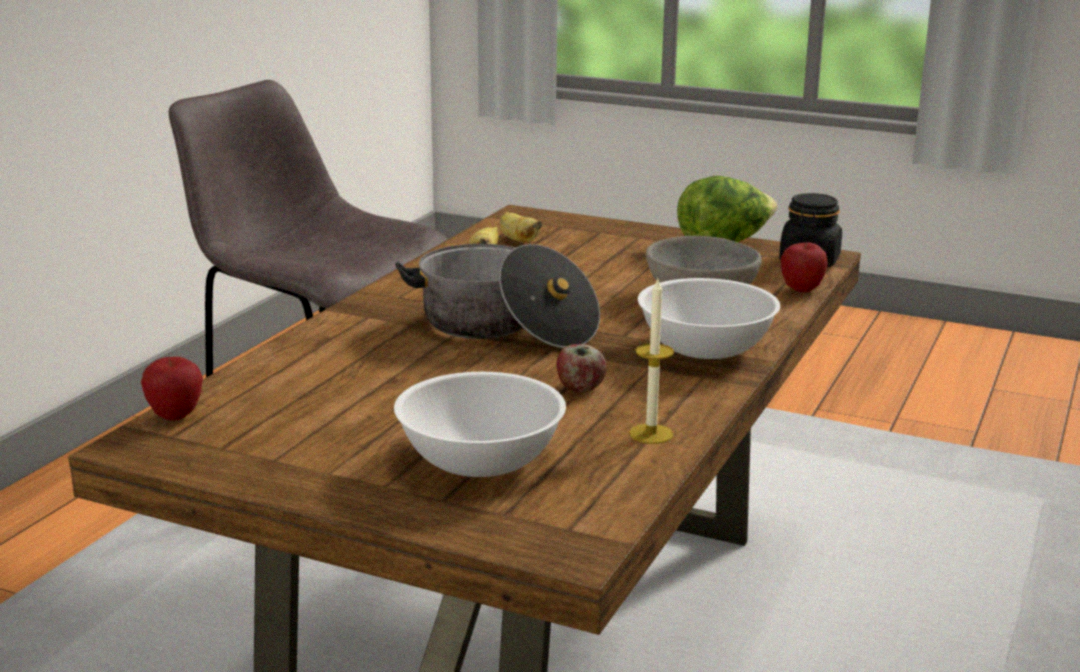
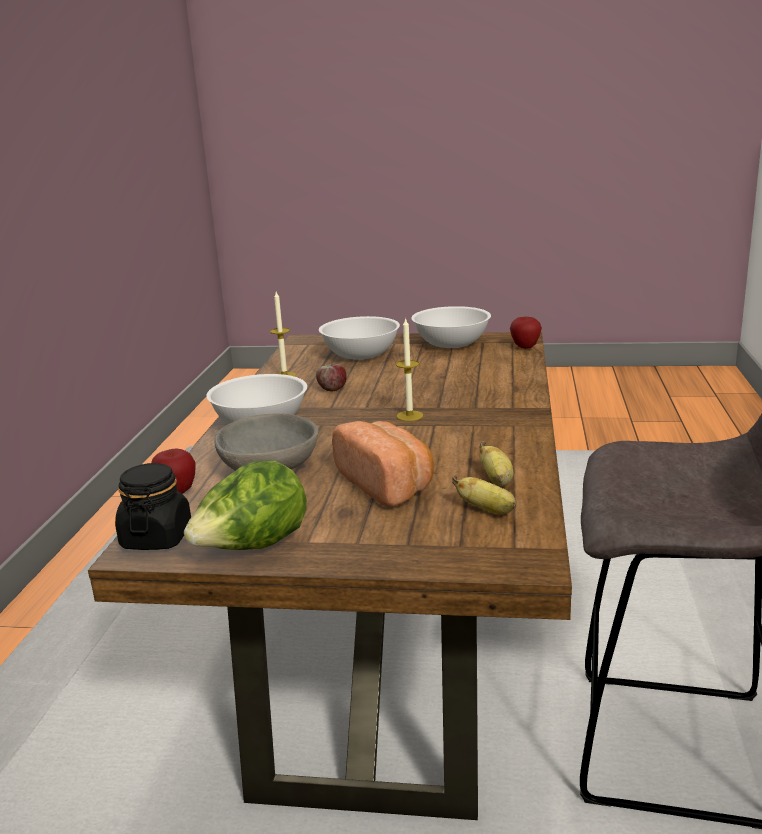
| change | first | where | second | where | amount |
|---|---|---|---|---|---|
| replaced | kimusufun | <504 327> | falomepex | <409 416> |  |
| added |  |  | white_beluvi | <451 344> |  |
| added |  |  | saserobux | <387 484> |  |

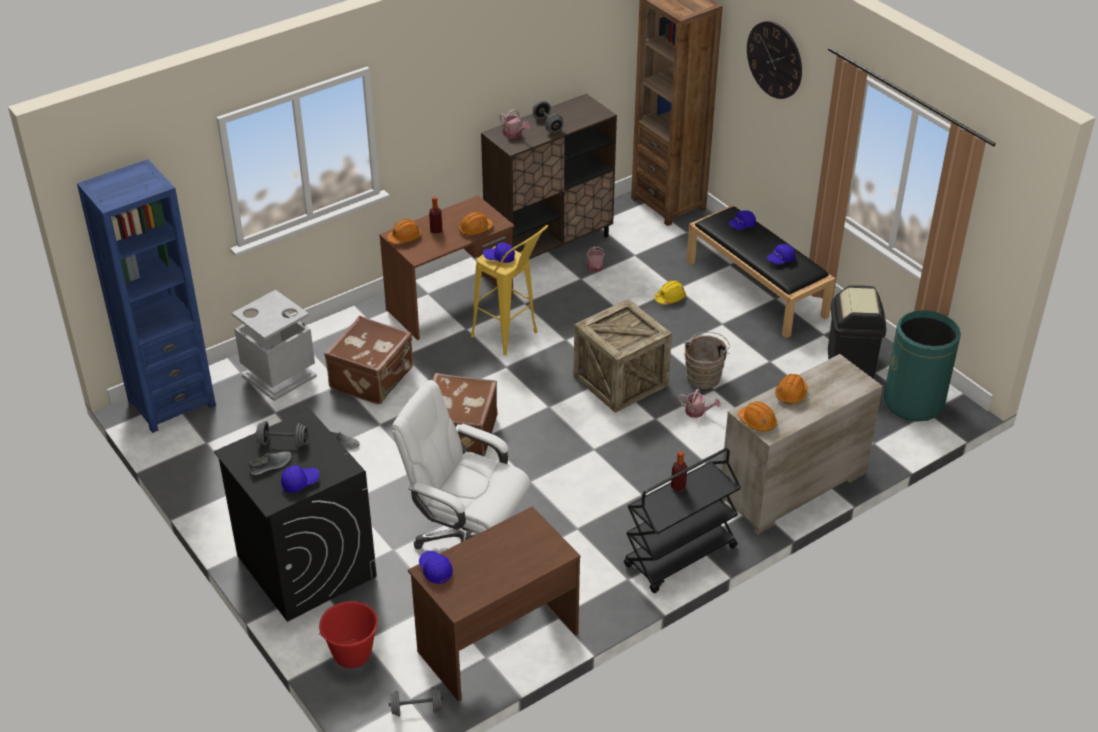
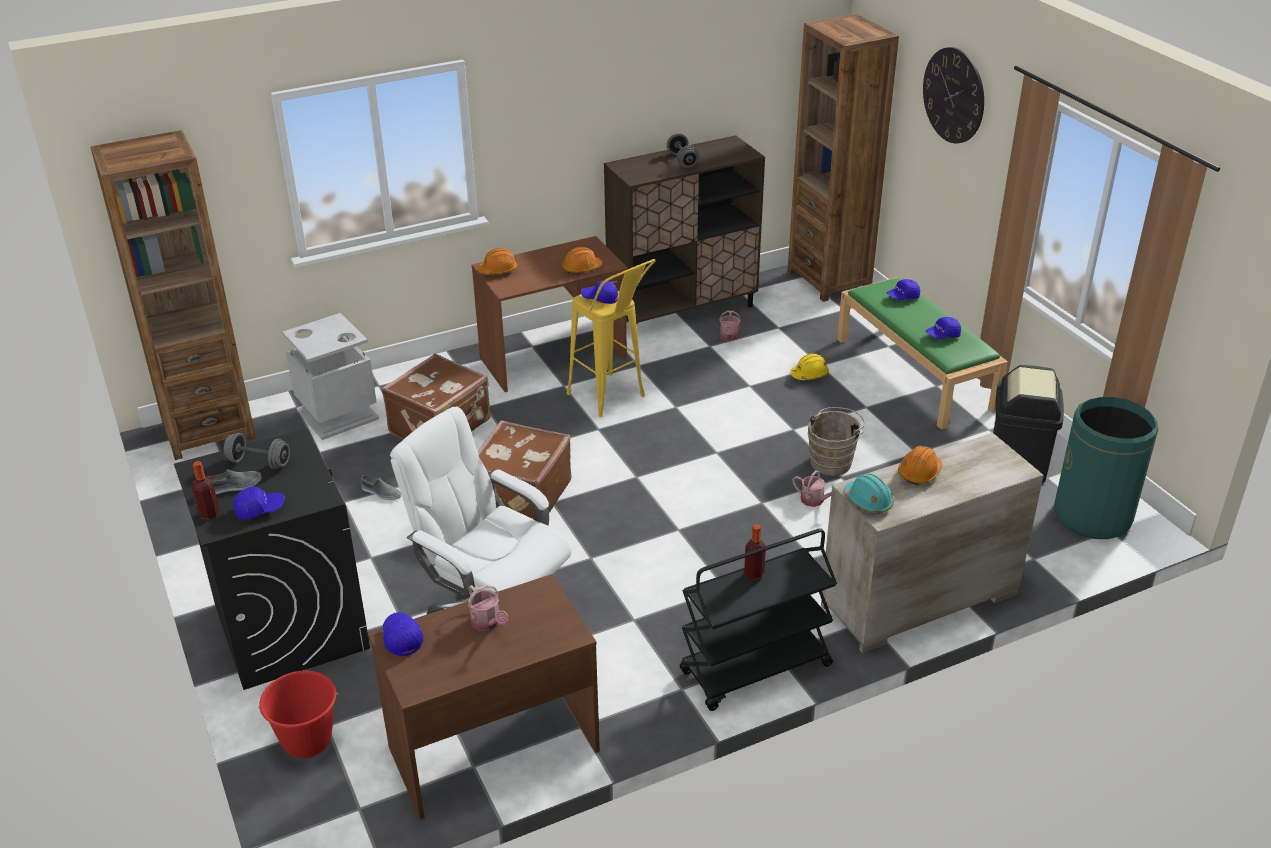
| change | first | where | second | where | amount |
|---|---|---|---|---|---|
| moved | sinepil | <514 134> |  | <488 623> |  |
| recoloured | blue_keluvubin | <171 403> | brown_keluvubin | <209 431> |  |
| moved | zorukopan | <436 231> |  | <209 514> |  |
| recoloured | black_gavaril | <757 289> | green_gavaril | <916 374> |  |
| removed | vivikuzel | <620 381> |  |  |  |
| recoloured | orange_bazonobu | <757 422> | turquoise_bazonobu | <868 501> |  |
| removed | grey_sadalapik | <416 709> |  |  |  |

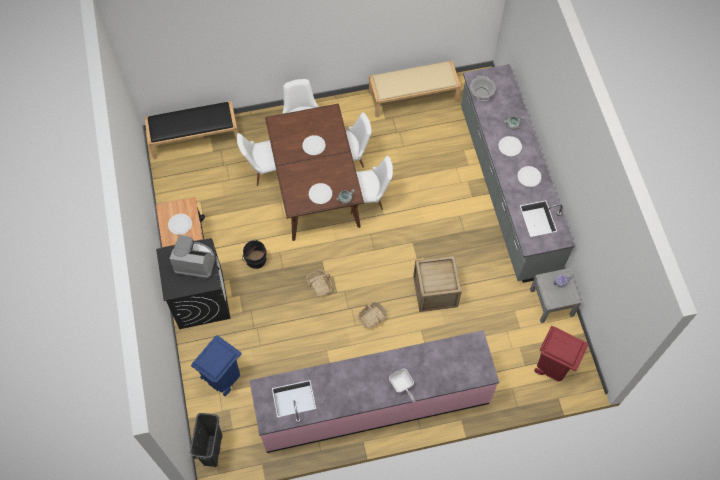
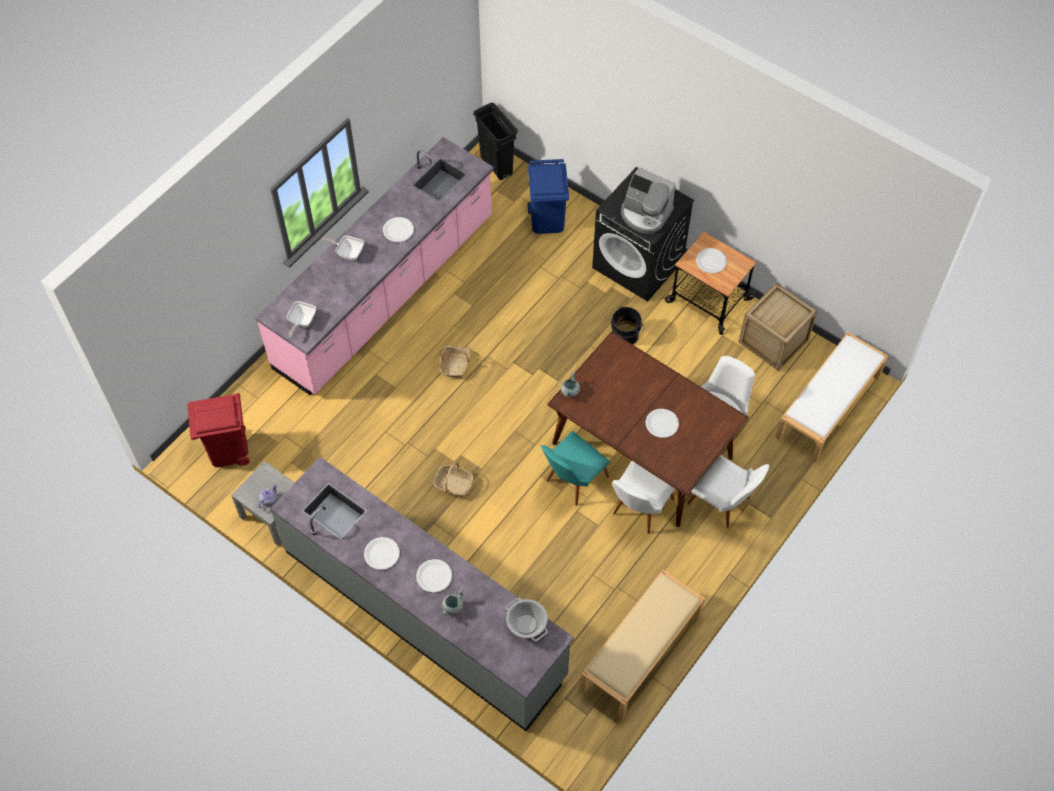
| change | first | where | second | where | amount |
|---|---|---|---|---|---|
| recoloured | black_gavaril | <195 137> | white_gavaril | <828 407> |  |
| recoloured | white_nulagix | <369 199> | turquoise_nulagix | <572 481> |  |
| moved | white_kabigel | <320 194> |  | <398 230> |  |
| turned | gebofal | <195 262> |  | <645 214> | 60 degrees clockwise |
| moved | vivikuzel | <435 291> |  | <773 341> |  |
| moved | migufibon | <319 285> |  | <453 484> |  |
| added |  |  | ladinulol | <301 322> |  |

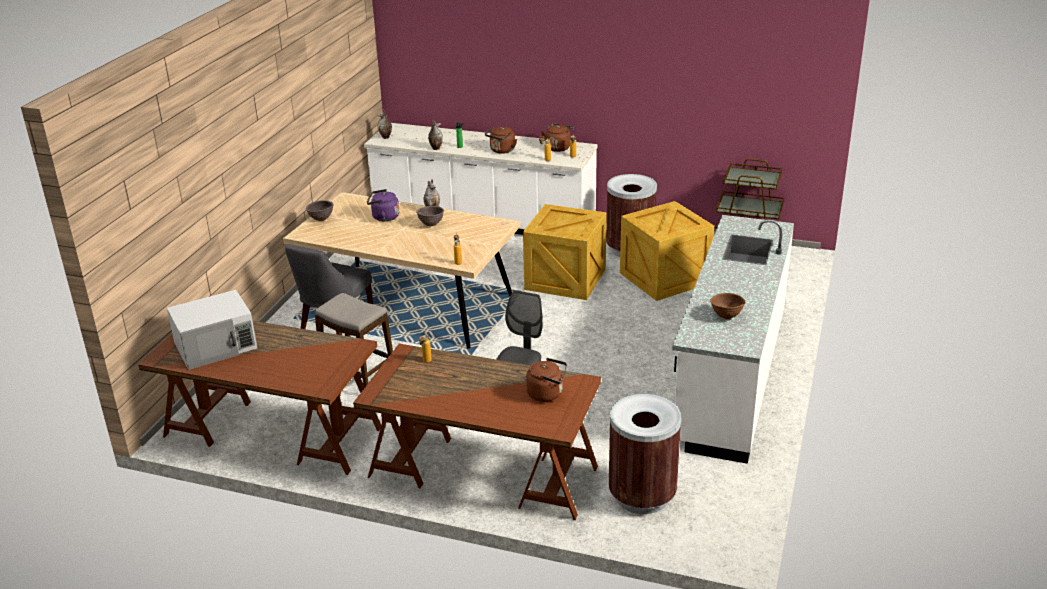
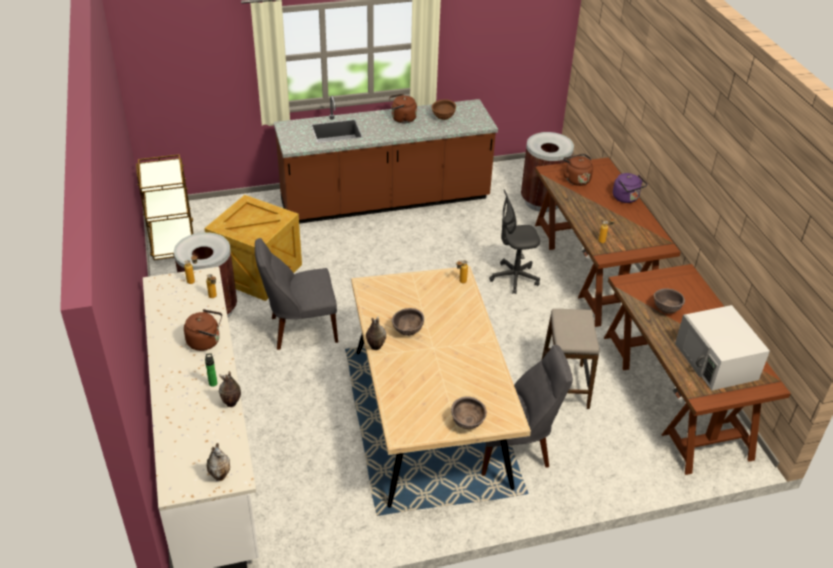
| change | first | where | second | where | amount |
|---|---|---|---|---|---|
| moved | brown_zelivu | <558 147> |  | <402 119> |  |
| moved | purple_zelivu | <383 217> |  | <626 198> |  |
| replaced | vivikuzel | <566 279> | grey_nulagix | <300 329> |  |
| recoloured | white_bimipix | <730 377> | brown_bimipix | <385 202> |  |
| turned | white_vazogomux | <216 345> |  | <716 361> | 135 degrees counterclockwise |
| added |  |  | brown_beluvi | <666 310> |  |

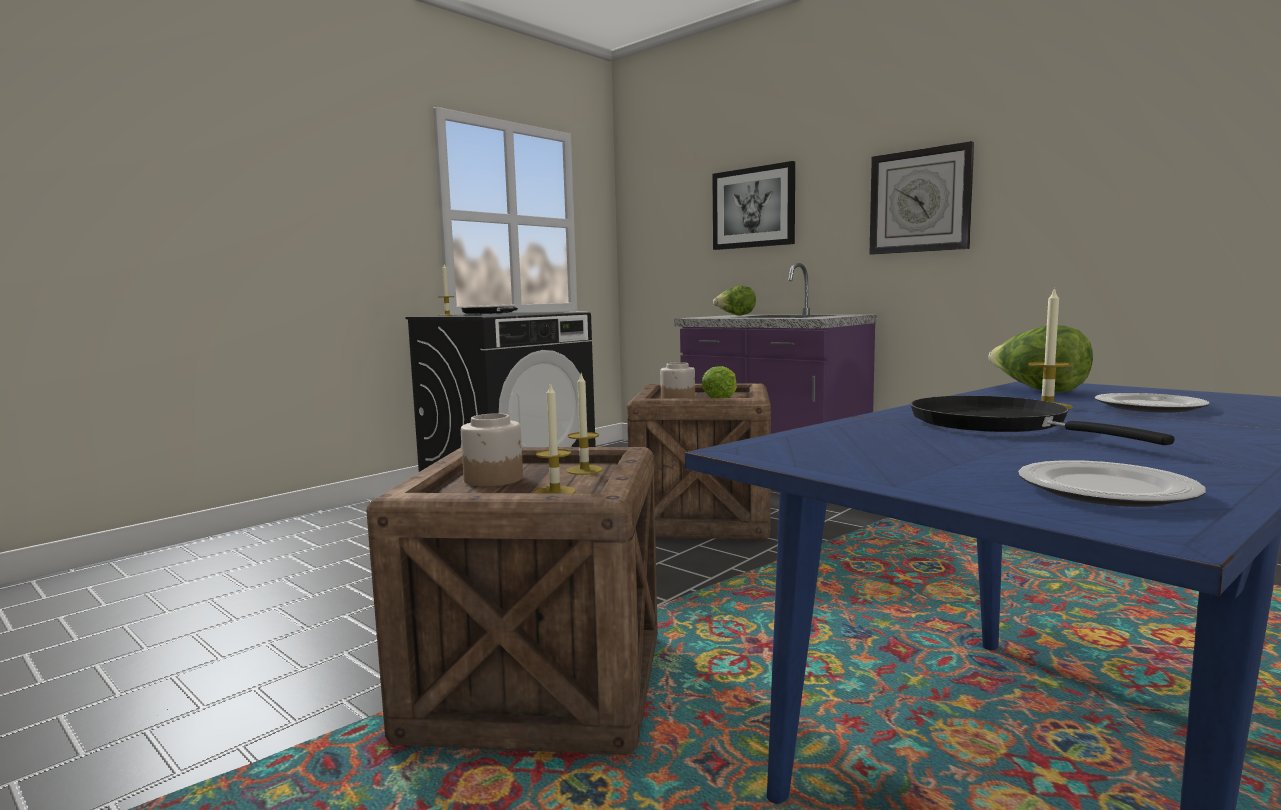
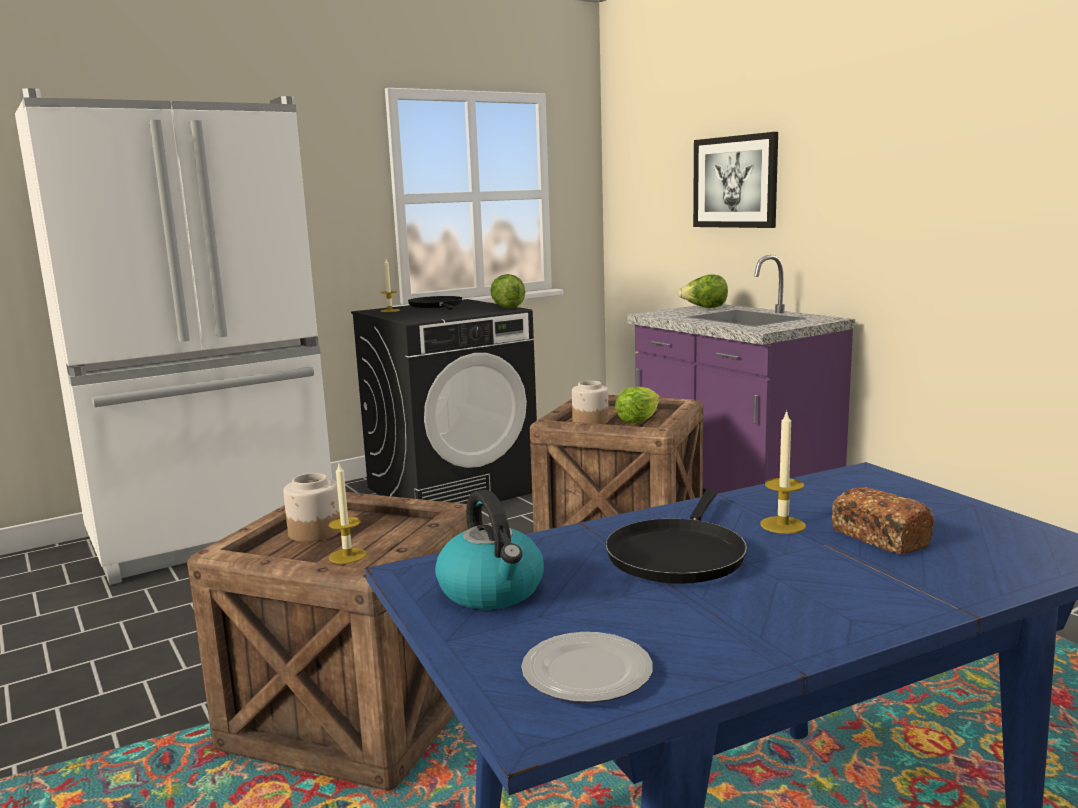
| change | first | where | second | where | amount |
|---|---|---|---|---|---|
| removed | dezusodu | <920 201> |  |  |  |
| moved | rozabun | <1038 391> |  | <507 308> |  |
| removed | falomepex | <584 470> |  |  |  |
| replaced | kabigel | <1148 407> | saserobux | <879 538> |  |
| turned | black_ladinulol | <996 424> |  | <677 555> | 150 degrees counterclockwise |
| added |  |  | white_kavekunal | <215 536> |  |
| added |  |  | zelivu | <492 591> |  |

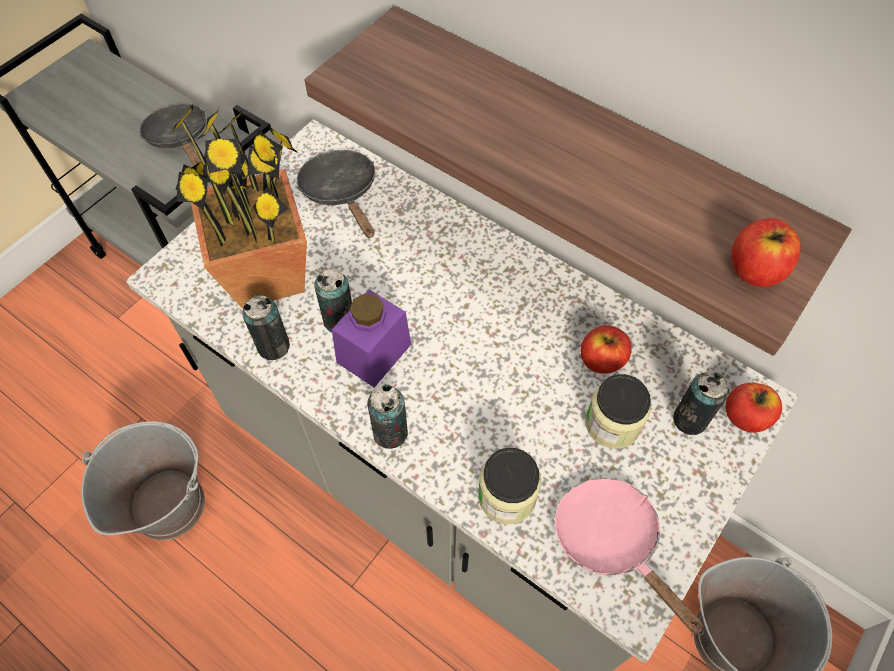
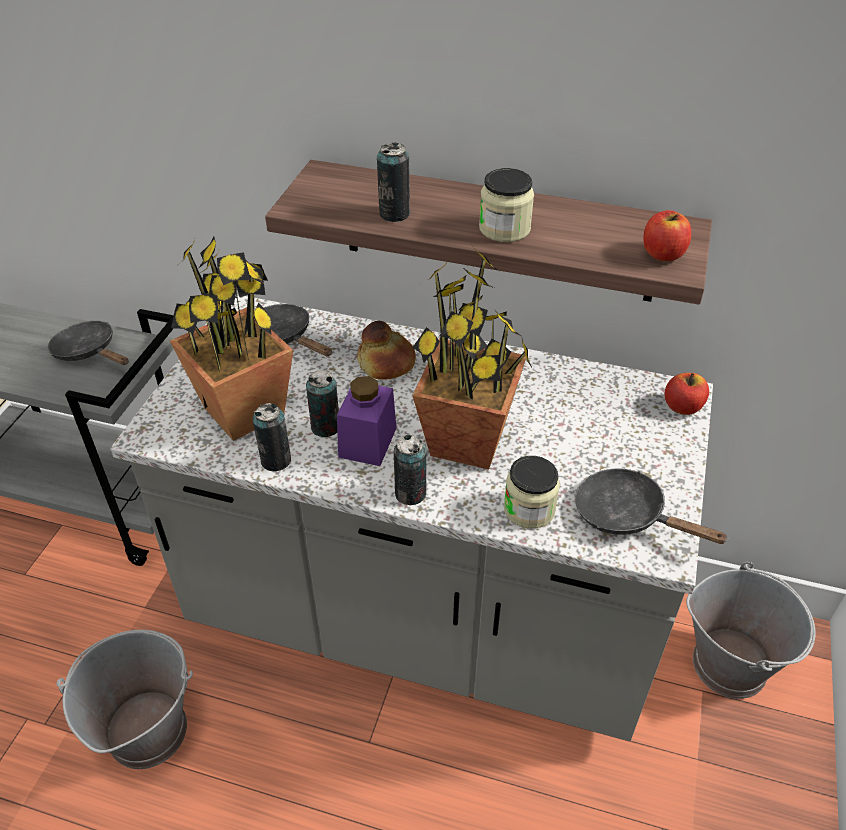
| change | first | where | second | where | amount |
|---|---|---|---|---|---|
| removed | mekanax | <601 360> |  |  |  |
| moved | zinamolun | <690 419> |  | <394 214> |  |
| moved | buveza | <612 423> |  | <504 229> |  |
| recoloured | pink_ladinulol | <612 541> | black_ladinulol | <627 515> |  |
| added |  |  | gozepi | <468 442> |  |
| added |  |  | saserobux | <386 364> |  |

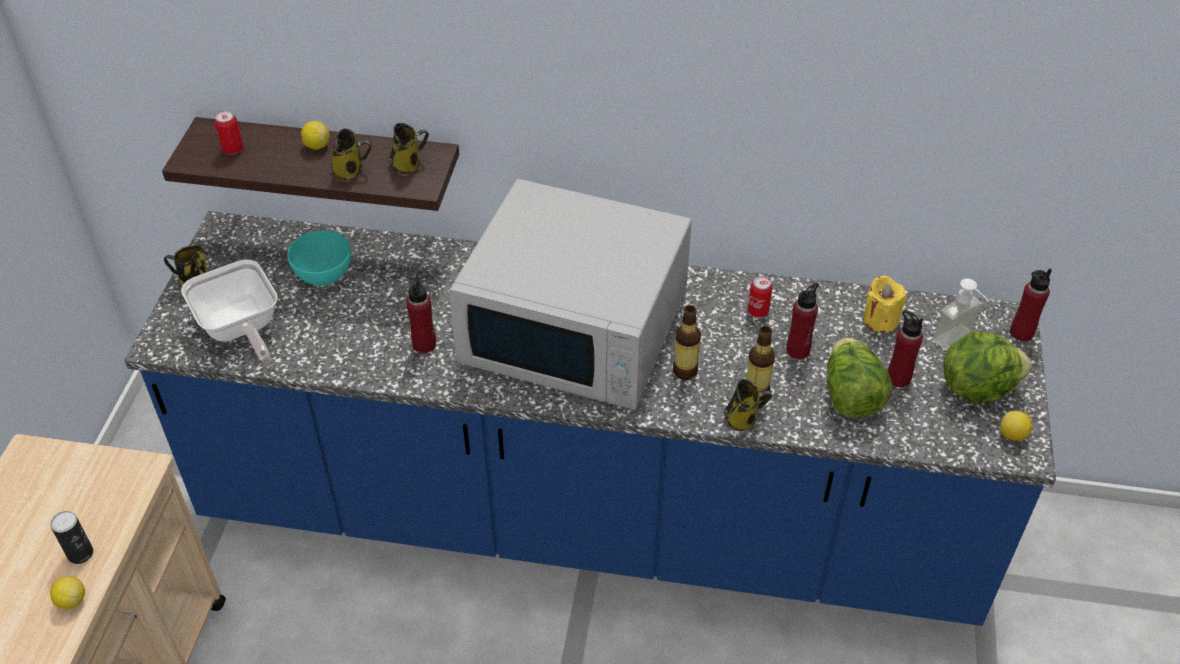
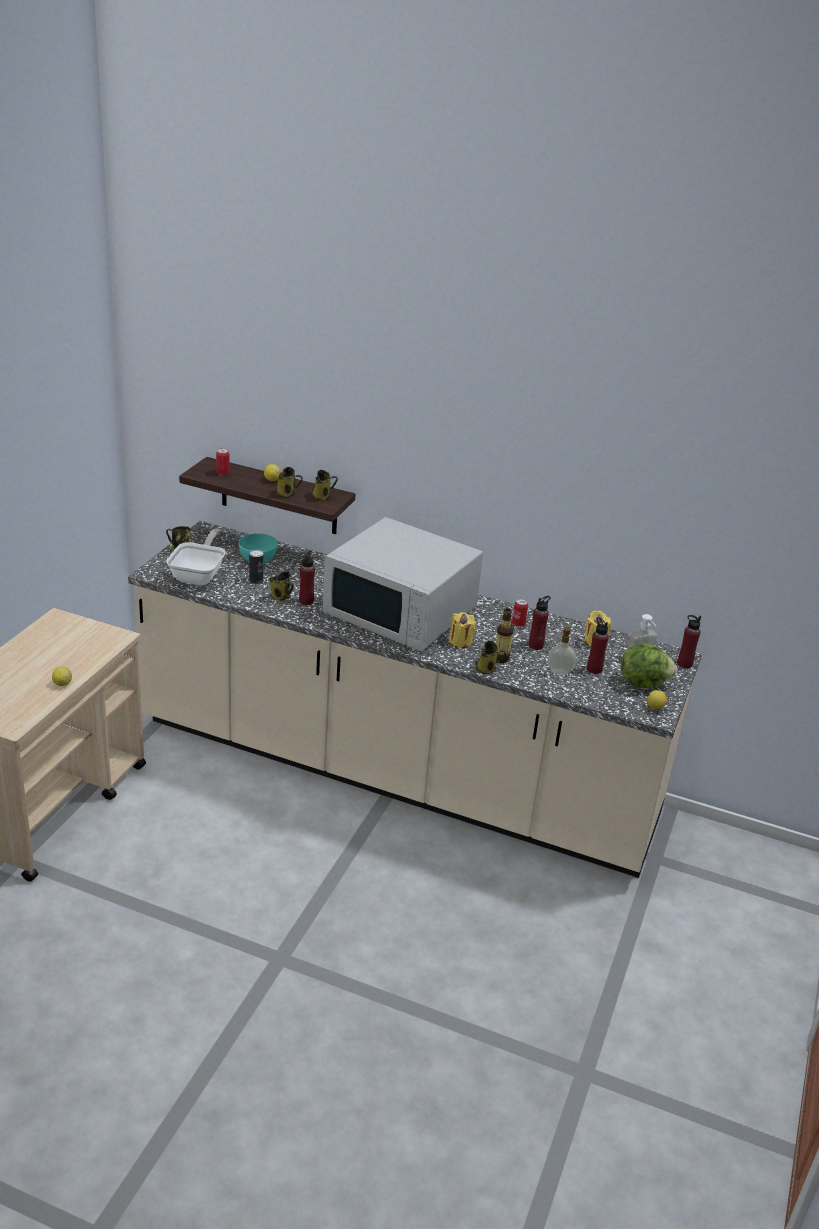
| change | first | where | second | where | amount |
|---|---|---|---|---|---|
| recoloured | blue_bimipix | <590 516> | beige_bimipix | <396 771> |  |
| turned | ladinulol | <240 329> |  | <199 575> | 150 degrees counterclockwise |
| replaced | zorukopan | <685 371> | yellow_falomepex | <460 642> |  |
| replaced | rozabun | <850 395> | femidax | <559 671> |  |
| moved | zinamolun | <80 553> |  | <256 580> |  |
| added |  |  | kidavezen | <281 597> |  |

